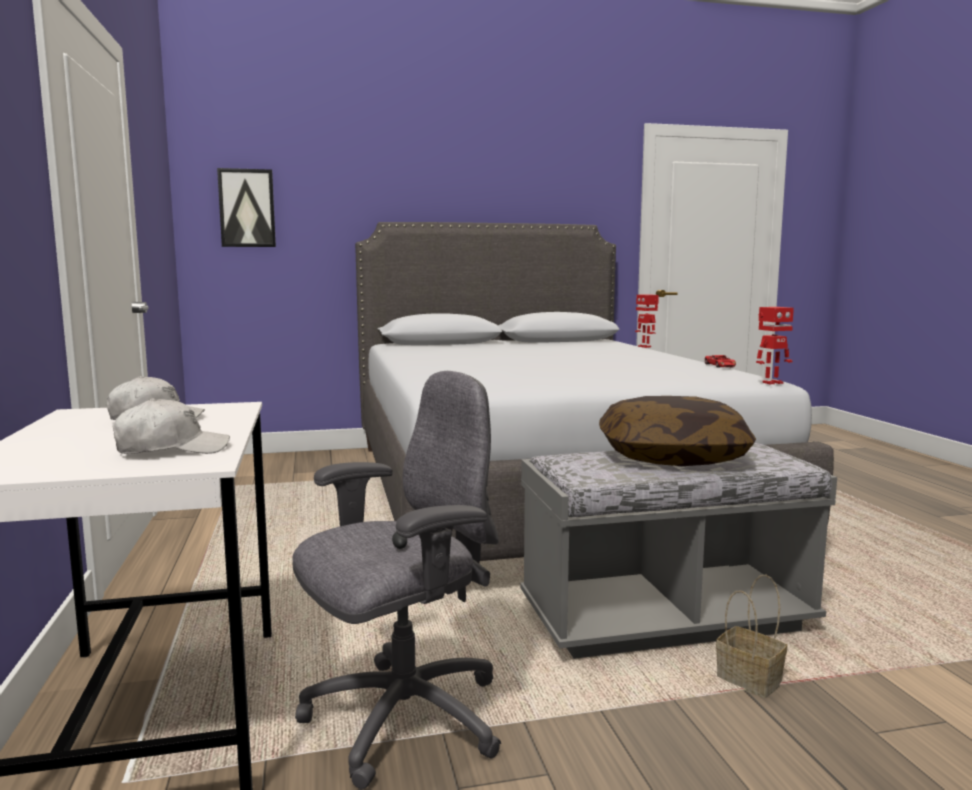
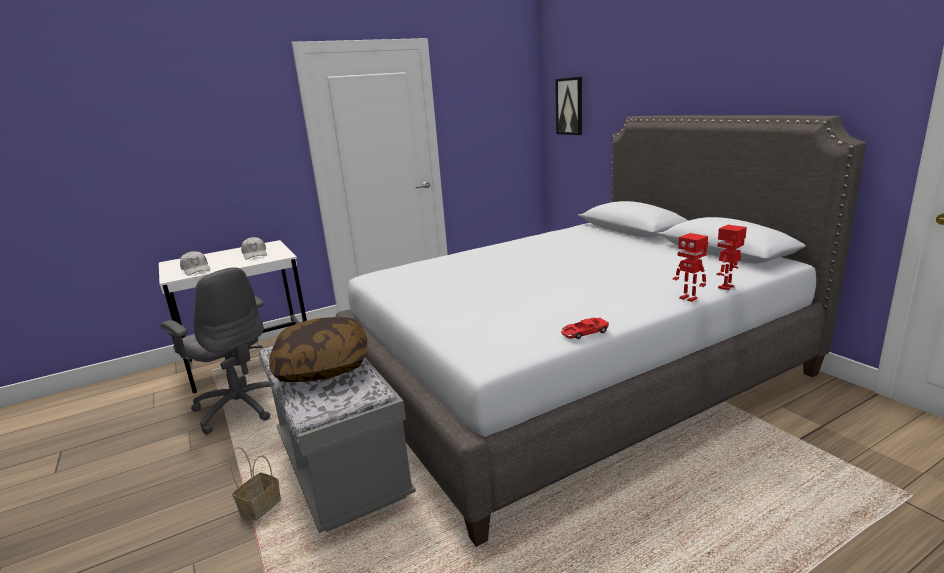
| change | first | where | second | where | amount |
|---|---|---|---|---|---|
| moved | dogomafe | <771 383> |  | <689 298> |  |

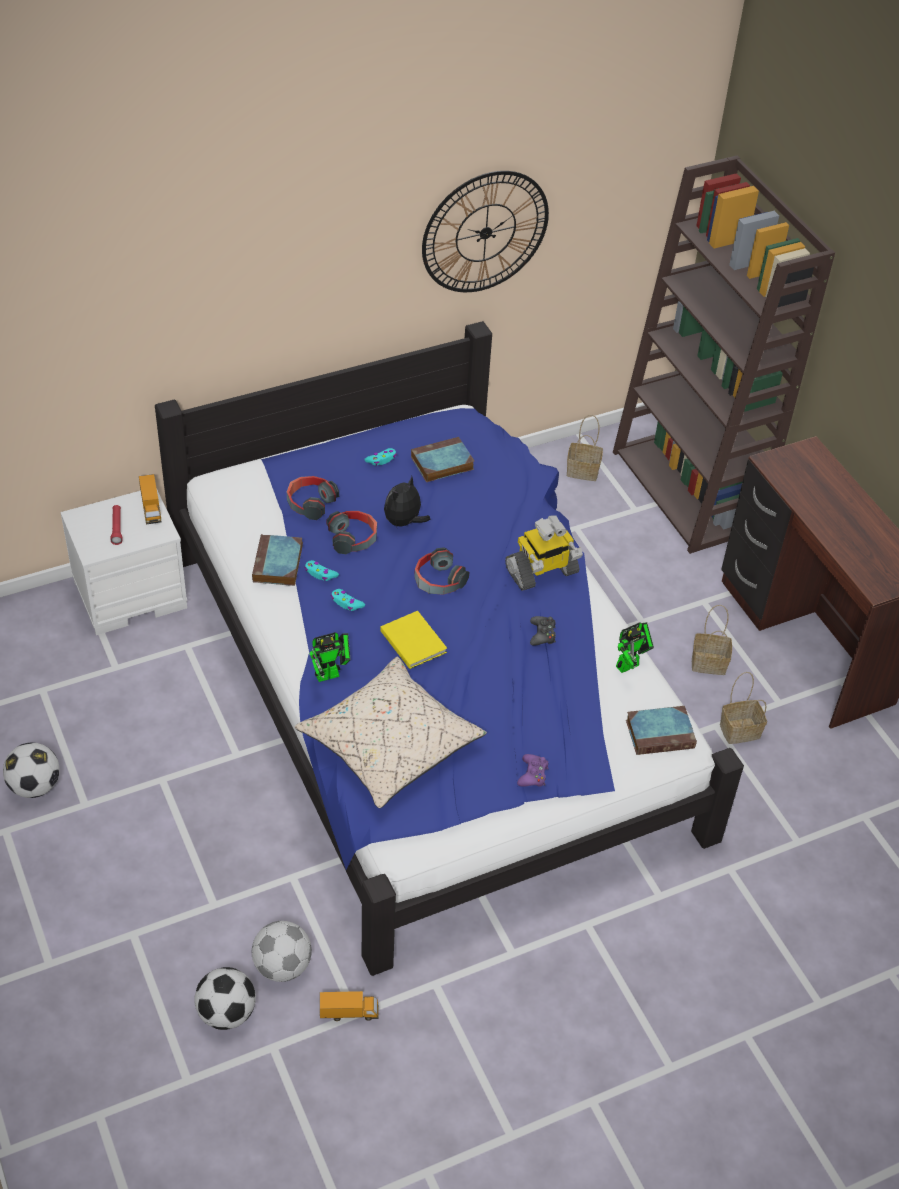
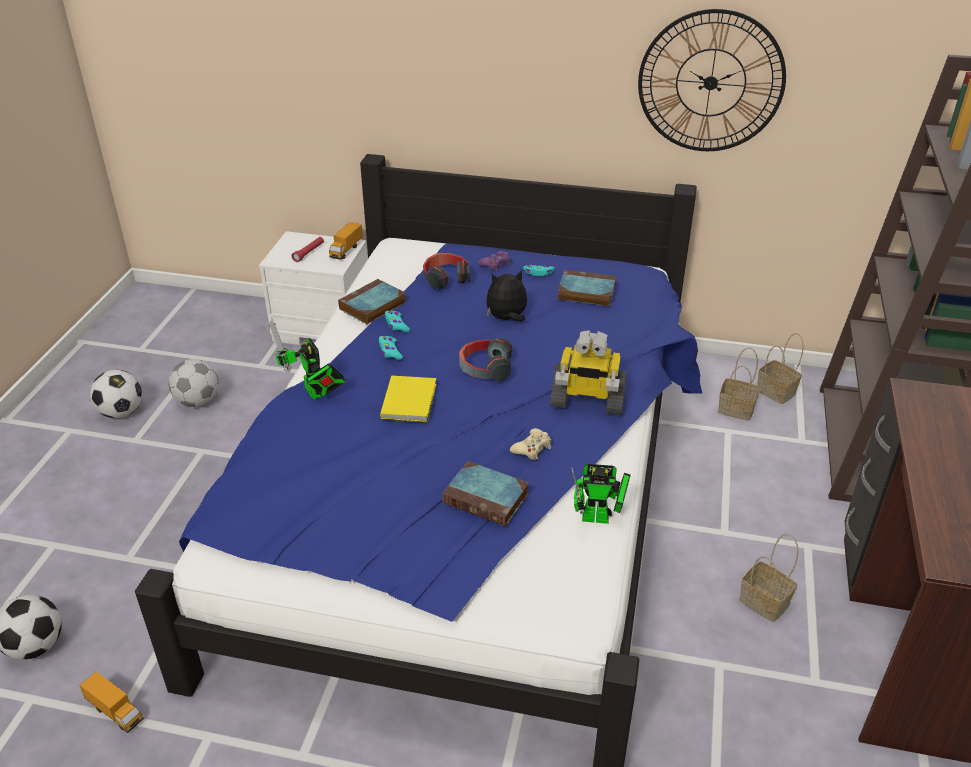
| change | first | where | second | where | amount |
|---|---|---|---|---|---|
| removed | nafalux | <353 538> |  |  |  |
| recoloured | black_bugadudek | <542 634> | beige_bugadudek | <532 449> |  |
| turned | dogomafe | <331 674> |  | <315 393> | 45 degrees clockwise |
| removed | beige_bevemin | <389 744> |  |  |  |
| moved | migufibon | <741 730> |  | <737 409> |  |
| moved | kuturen | <661 733> |  | <487 498> |  |
| moved | purple_bugadudek | <533 774> |  | <495 265> |  |
| moved | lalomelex | <282 966> |  | <197 401> |  |

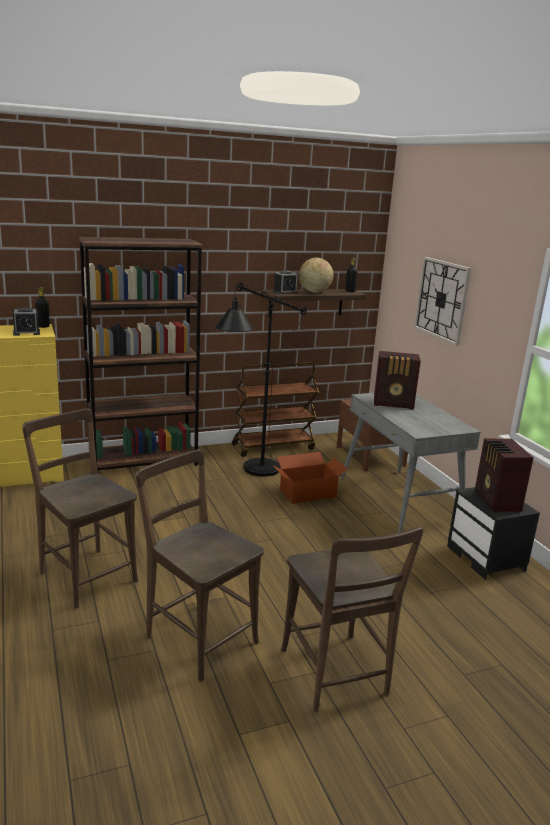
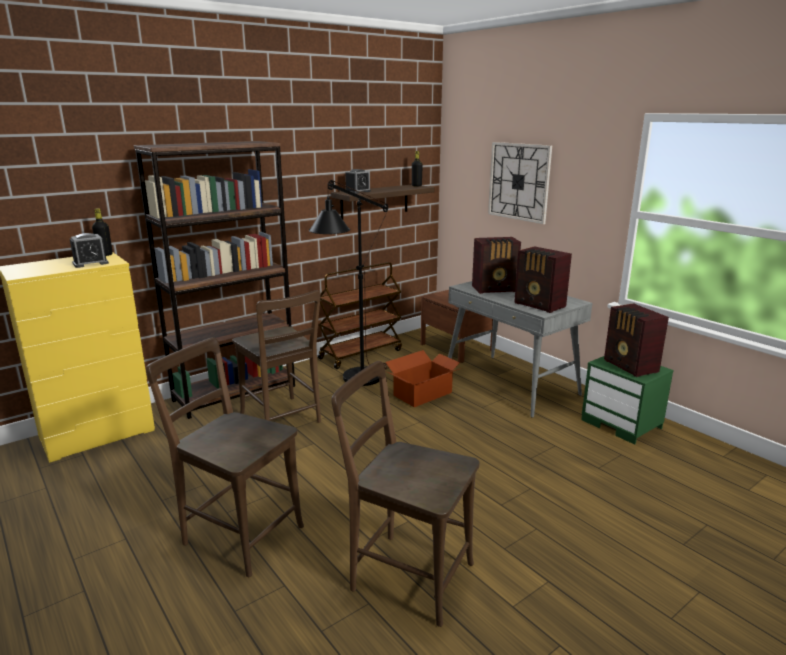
| change | first | where | second | where | amount |
|---|---|---|---|---|---|
| removed | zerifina | <314 292> |  |  |  |
| recoloured | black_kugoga | <487 558> | green_kugoga | <622 424> |  |
| moved | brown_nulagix | <336 676> |  | <282 419> |  |
| added |  |  | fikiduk | <540 305> |  |

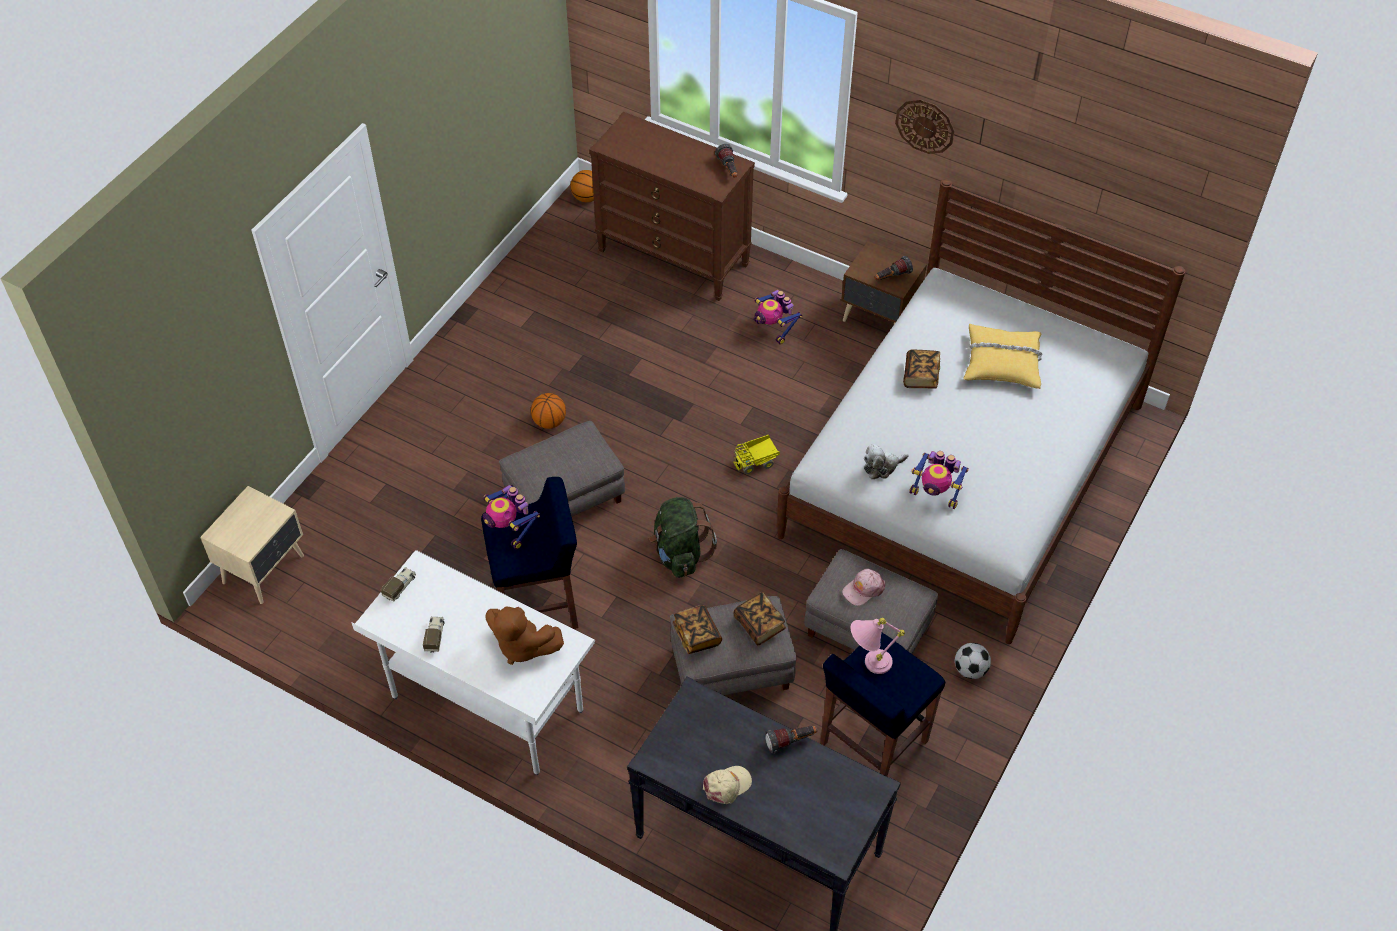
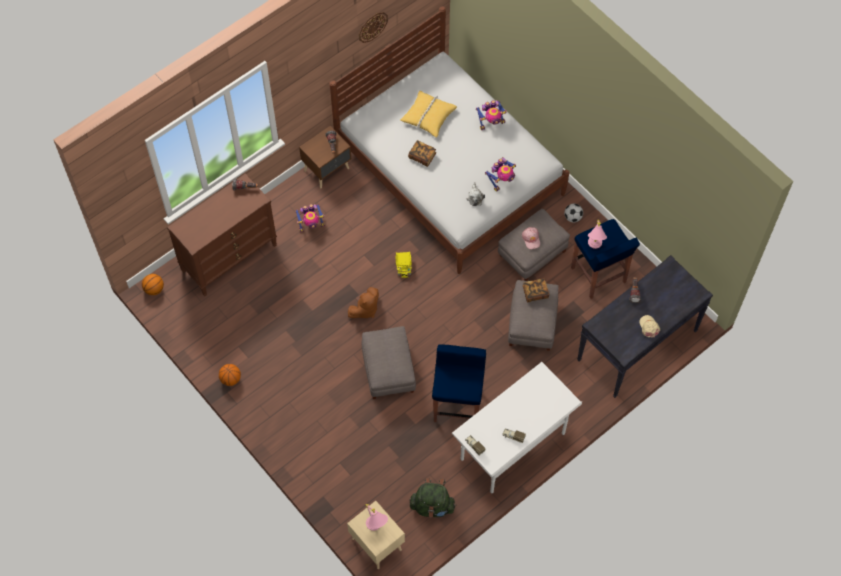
| change | first | where | second | where | amount |
|---|---|---|---|---|---|
| moved | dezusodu | <925 126> |  | <372 26> |  |
| moved | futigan | <549 422> |  | <230 379> |  |
| moved | dogomafe | <510 529> |  | <491 122> |  |
| moved | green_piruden | <680 554> |  | <432 506> |  |
| removed | kuturen | <697 635> |  |  |  |
| moved | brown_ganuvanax | <522 646> |  | <365 310> |  |
| added |  |  | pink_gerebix | <376 528> |  |

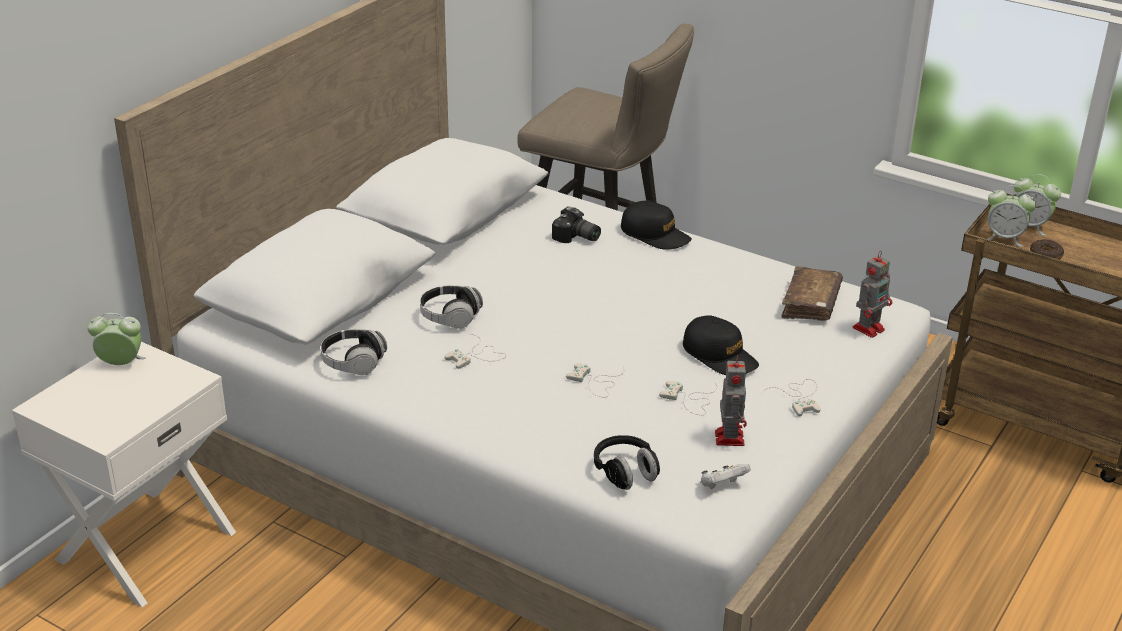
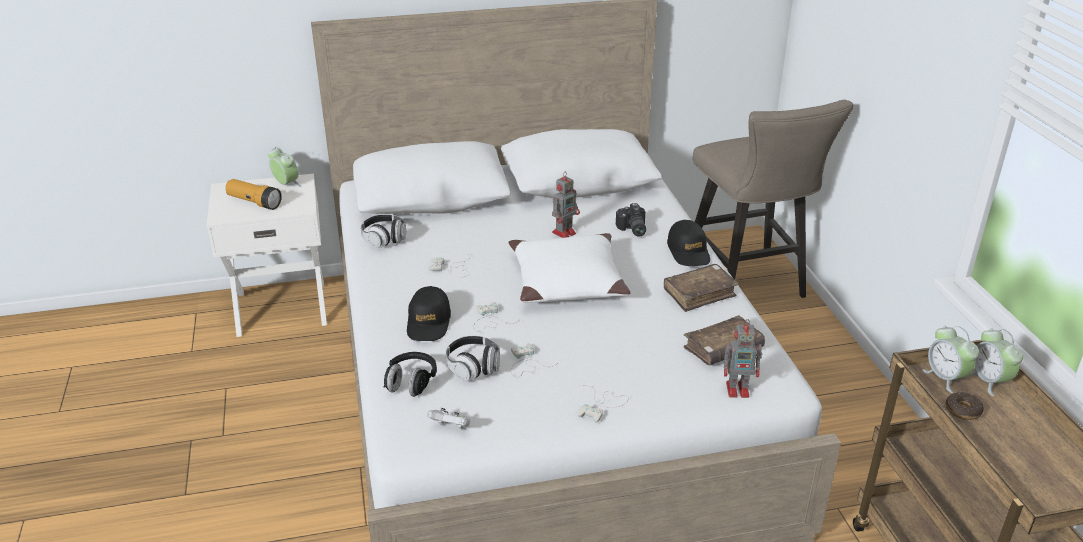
| change | first | where | second | where | amount |
|---|---|---|---|---|---|
| moved | nafalux | <450 317> |  | <473 367> |  |
| moved | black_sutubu | <720 355> |  | <429 322> |  |
| moved | dogomafe | <729 437> |  | <564 232> |  |
| added |  |  | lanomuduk | <254 202> |  |
| added |  |  | white_bevemin | <566 281> |  |
| added |  |  | brown_kuturen | <699 294> |  |

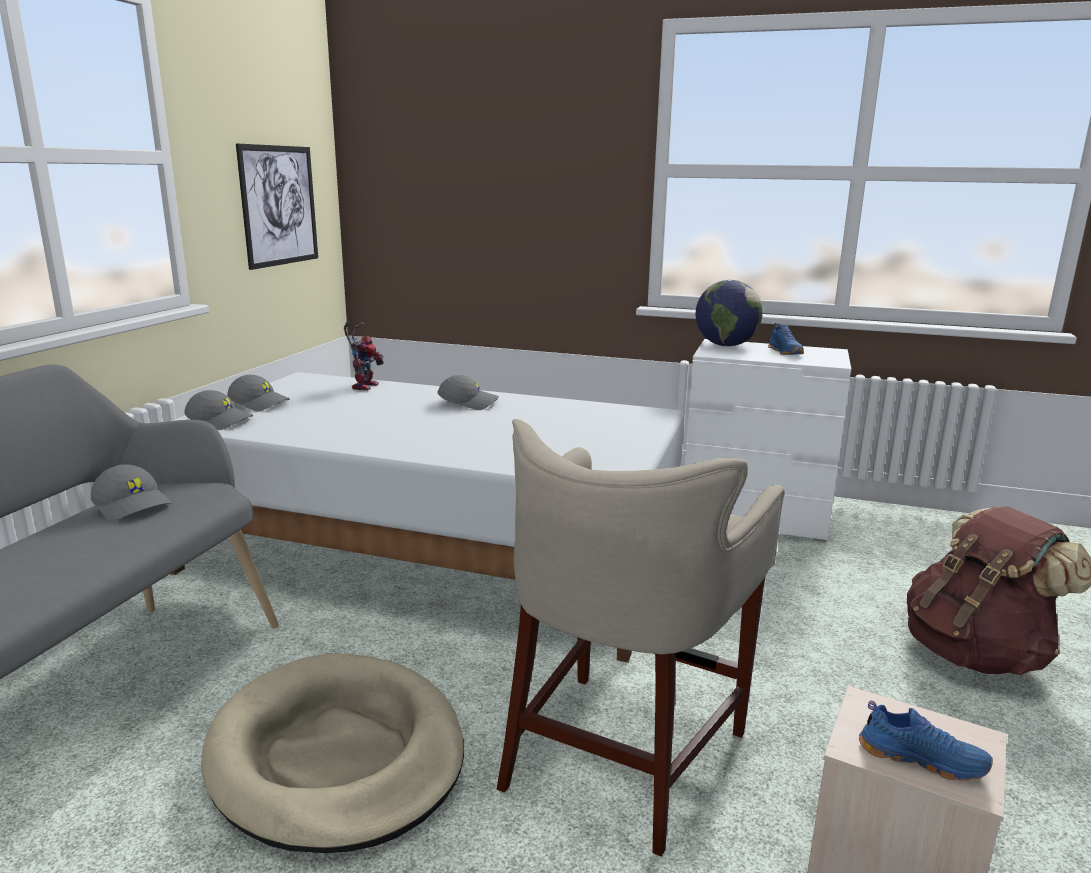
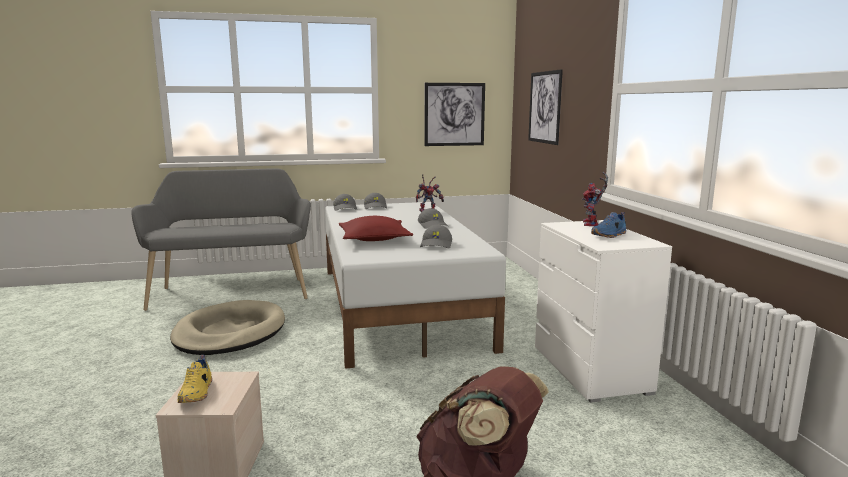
| change | first | where | second | where | amount |
|---|---|---|---|---|---|
| replaced | zerifina | <725 345> | dogomafe | <592 224> |  |
| removed | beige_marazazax | <623 754> |  |  |  |
| moved | grey_sutubu | <133 505> |  | <437 245> |  |
| recoloured | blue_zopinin | <921 758> | yellow_zopinin | <197 393> |  |
| added |  |  | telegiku | <544 107> |  |
| added |  |  | red_bevemin | <374 239> |  |

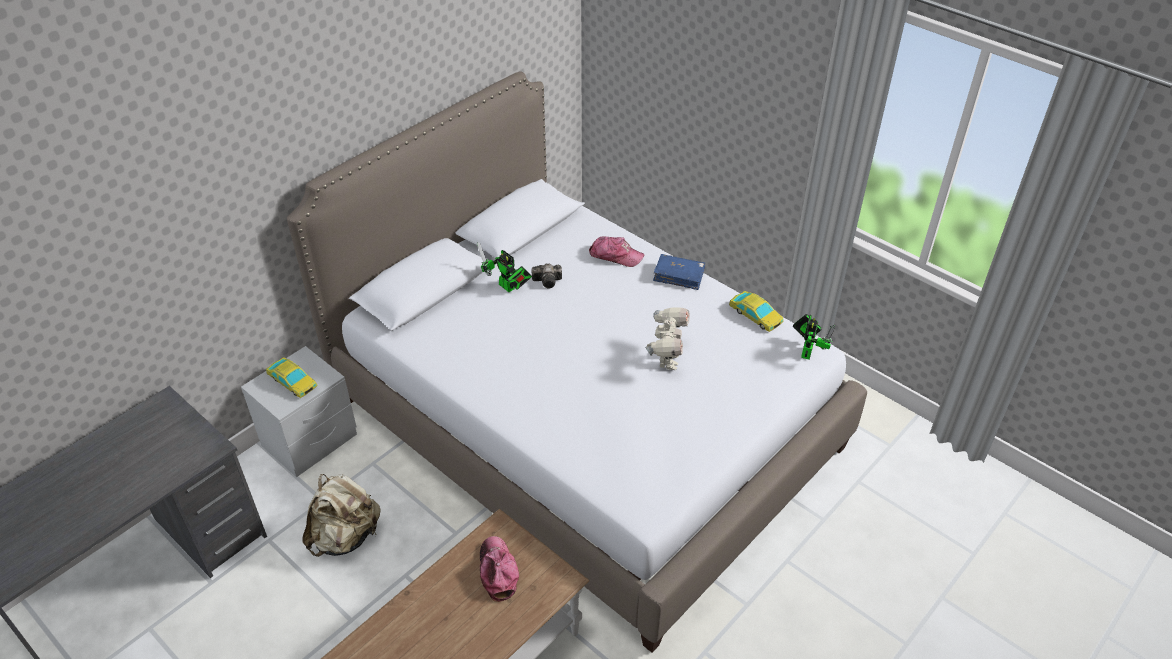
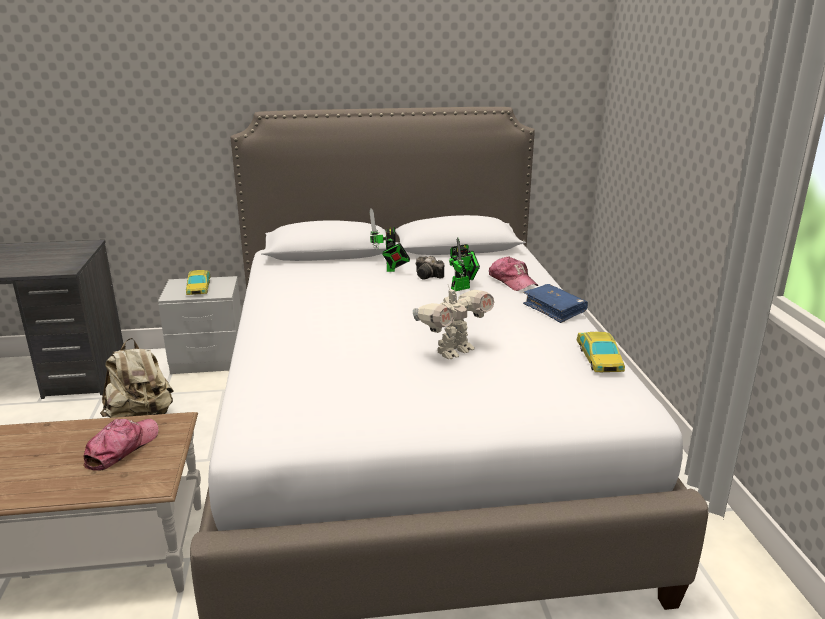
| change | first | where | second | where | amount |
|---|---|---|---|---|---|
| moved | dogomafe | <807 350> |  | <463 287> |  |

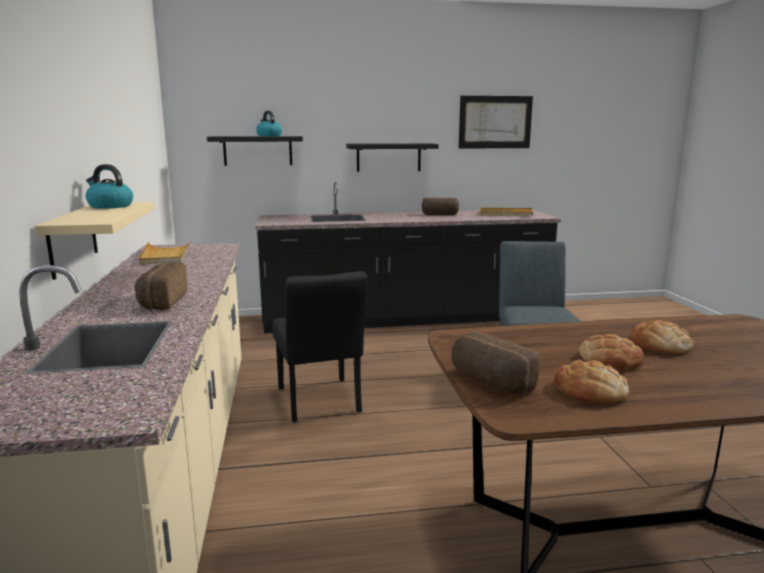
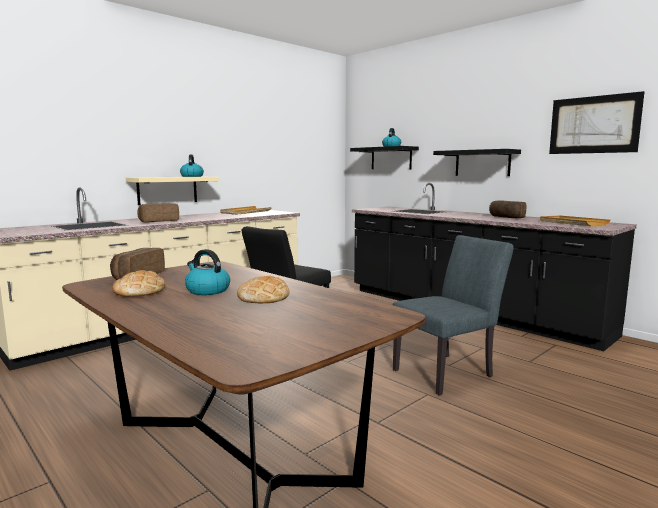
| change | first | where | second | where | amount |
|---|---|---|---|---|---|
| replaced | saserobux | <610 360> | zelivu | <207 290> |  |

